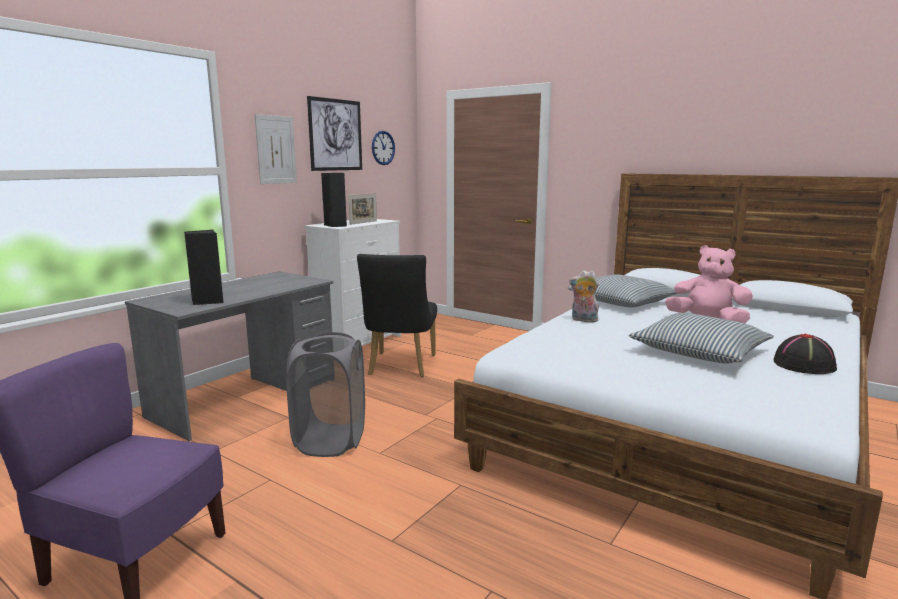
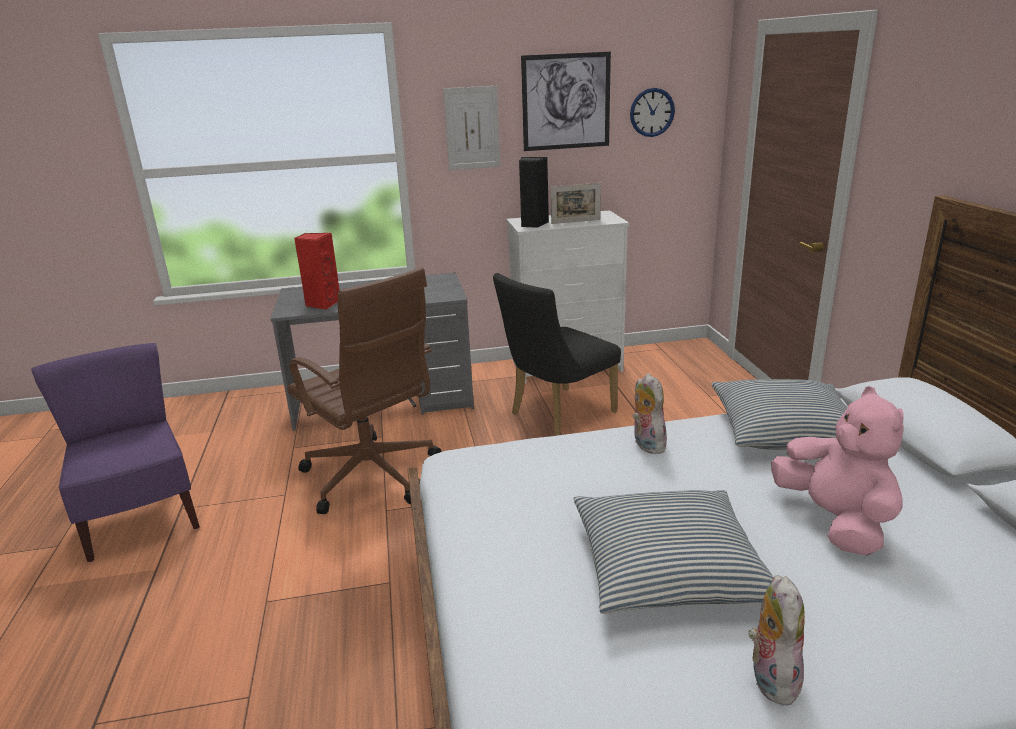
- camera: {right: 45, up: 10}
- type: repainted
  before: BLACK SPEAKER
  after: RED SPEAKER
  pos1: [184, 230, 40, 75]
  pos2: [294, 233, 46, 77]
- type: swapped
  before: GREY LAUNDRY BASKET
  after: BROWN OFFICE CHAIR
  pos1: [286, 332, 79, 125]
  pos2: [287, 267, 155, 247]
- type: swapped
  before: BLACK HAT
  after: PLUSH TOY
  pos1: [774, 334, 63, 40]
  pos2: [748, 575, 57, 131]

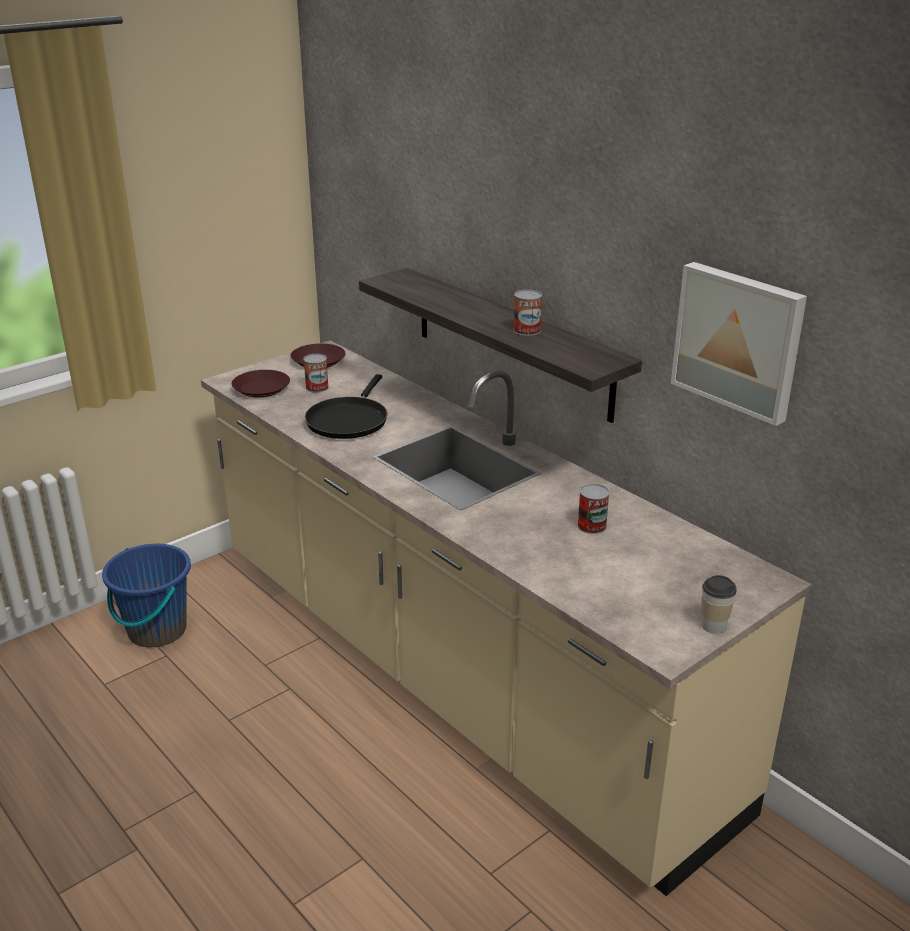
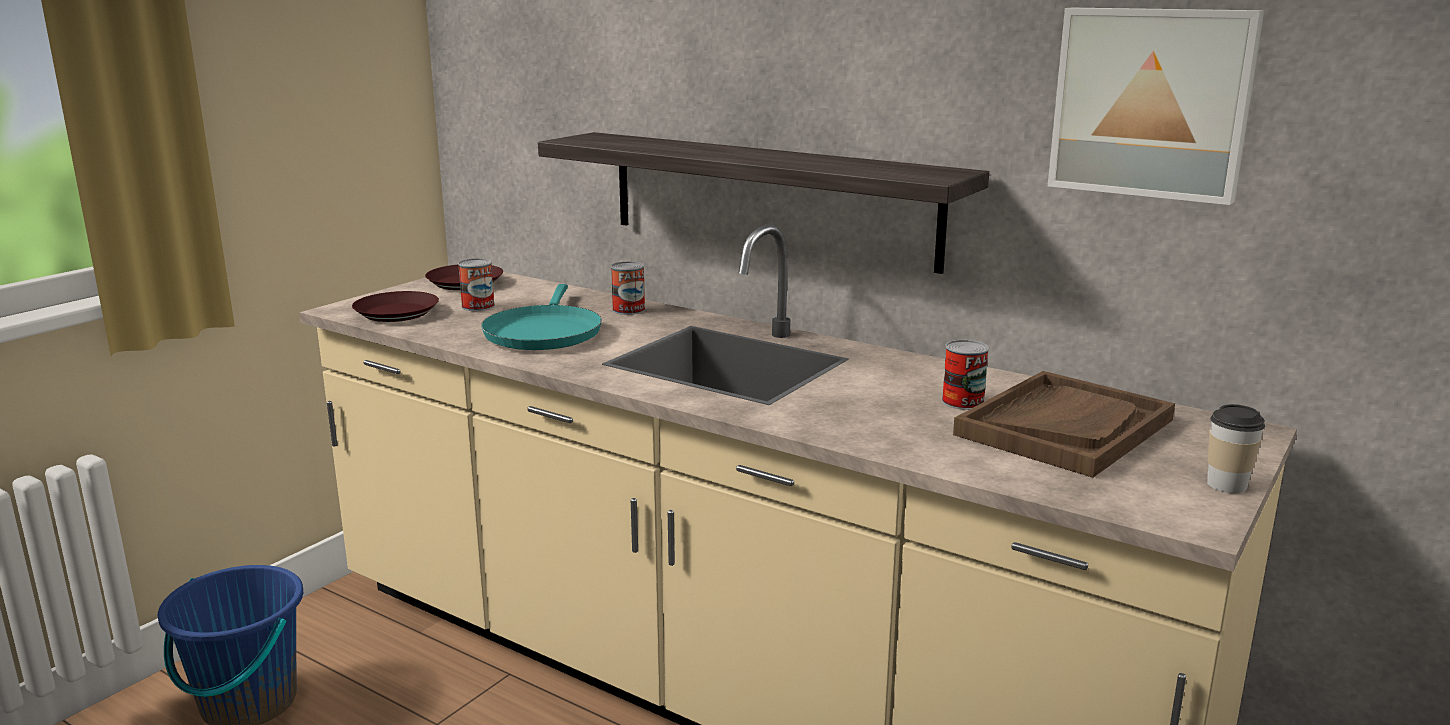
- camera: {right: -15, up: -10}
- type: shifted
  before: CAN
  pos1: [513, 289, 29, 47]
  pos2: [611, 261, 34, 54]
- type: repainted
  before: BLACK FRYING PAN
  after: TURQUOISE FRYING PAN
  pos1: [305, 374, 83, 65]
  pos2: [481, 284, 121, 66]
- type: new
  after: BROWN TRAY
  pos2: [953, 371, 222, 107]

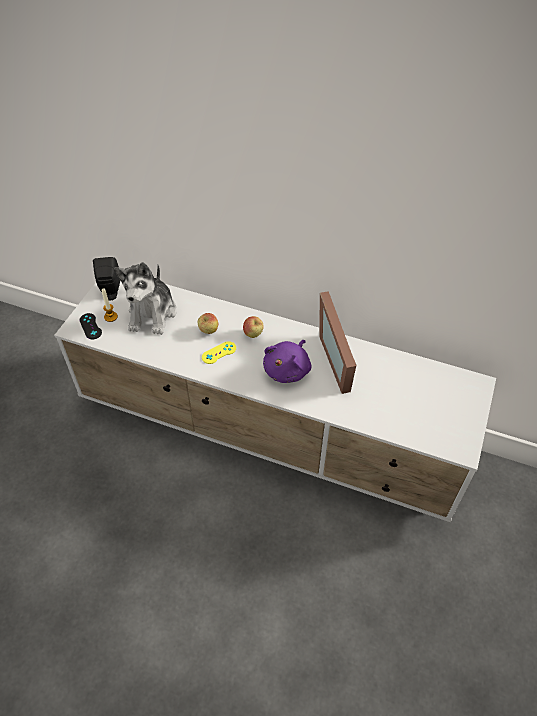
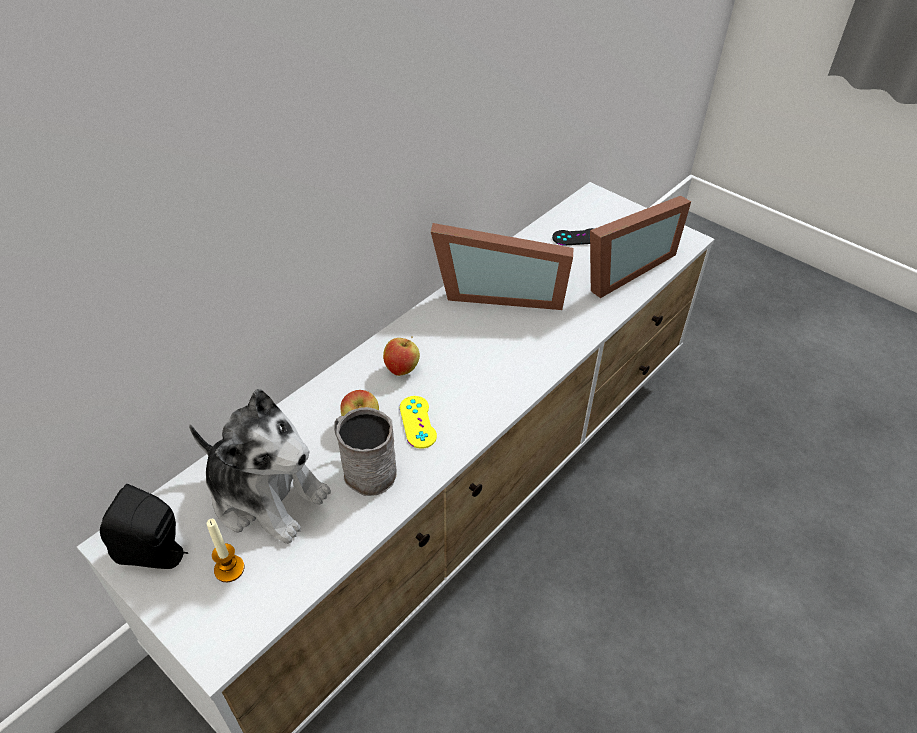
- camera: {right: -70, up: -5}
- type: shifted
  before: BLACK GAME CONTROLLER
  pos1: [80, 313, 22, 27]
  pos2: [552, 228, 43, 18]
- type: gone
  before: PURPLE PLUSH TOY
  pos1: [263, 340, 48, 43]
- type: new
  after: PICTURE FRAME
  pos2: [590, 196, 101, 102]
- type: new
  after: GREY MUG
  pos2: [334, 407, 63, 89]

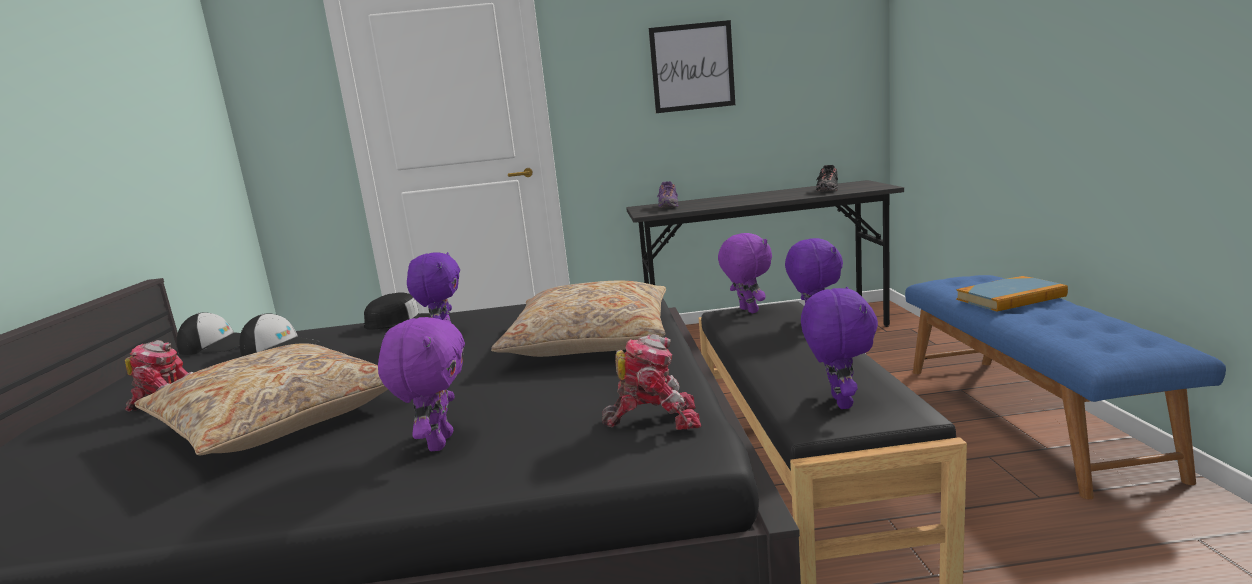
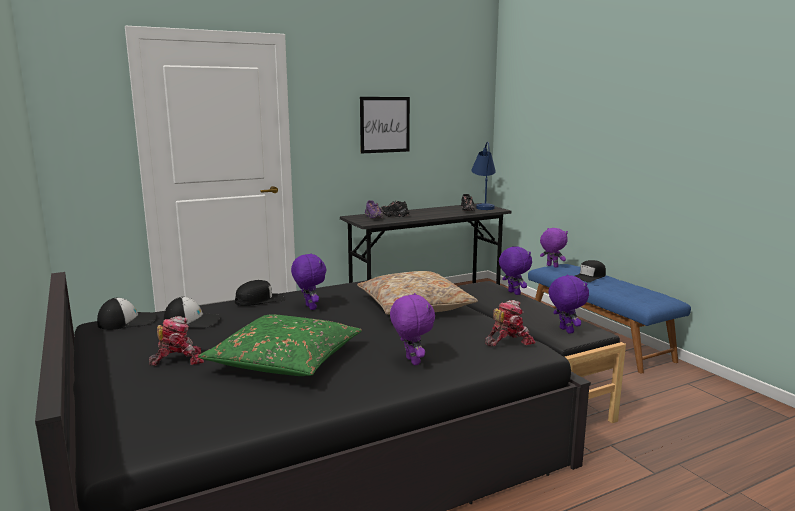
- camera: {right: -25, up: 0}
- type: shifted
  before: PURPLE PLUSH TOY
  pos1: [718, 233, 54, 80]
  pos2: [540, 228, 28, 40]
- type: swapped
  before: BOOK
  after: BLACK CAP
  pos1: [956, 276, 112, 36]
  pos2: [575, 260, 31, 22]
- type: repainted
  before: BEIGE PILLOW
  after: GREEN PILLOW
  pos1: [134, 343, 254, 112]
  pos2: [198, 314, 164, 62]
- type: new
  after: BLUE TABLE LAMP
  pos2: [471, 141, 25, 69]
- type: new
  after: BLACK SHOE
  pos2: [380, 201, 30, 16]

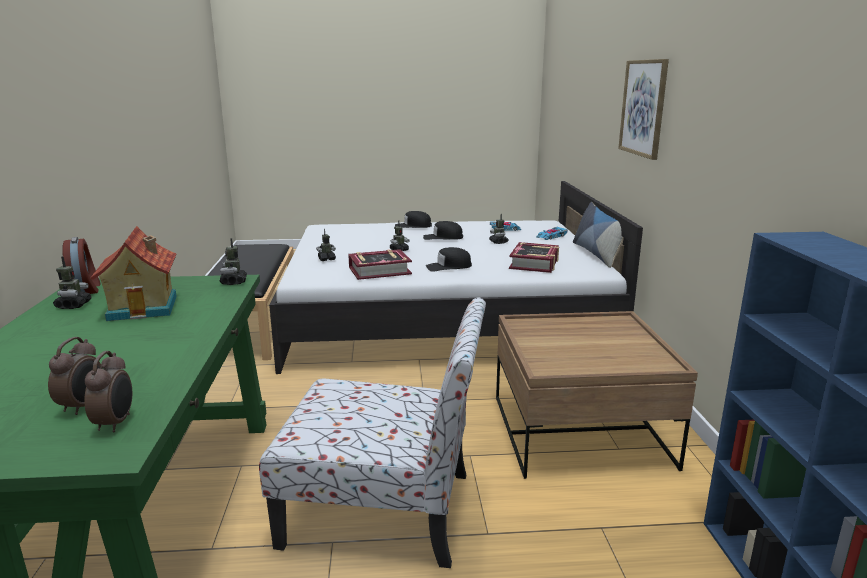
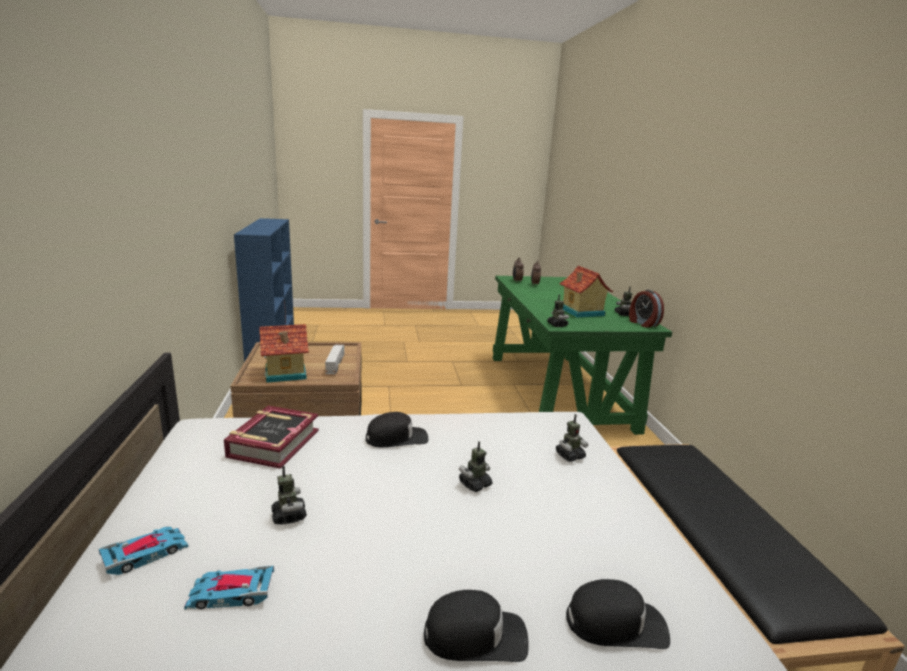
- camera: {right: 175, up: 0}
- type: gone
  before: PICTURE
  pos1: [618, 59, 51, 101]
- type: gone
  before: PILLOW
  pos1: [573, 202, 51, 66]
- type: shifted
  before: BLACK CAP
  pos1: [423, 221, 40, 19]
  pos2: [566, 579, 104, 70]
- type: gone
  before: BOOK
  pos1: [348, 249, 64, 31]
- type: gone
  before: CHAIR
  pos1: [259, 298, 227, 270]
- type: new
  after: TOY HOUSE
  pos2: [259, 324, 50, 59]
- type: new
  after: TOY TRUCK
  pos2: [325, 345, 19, 29]

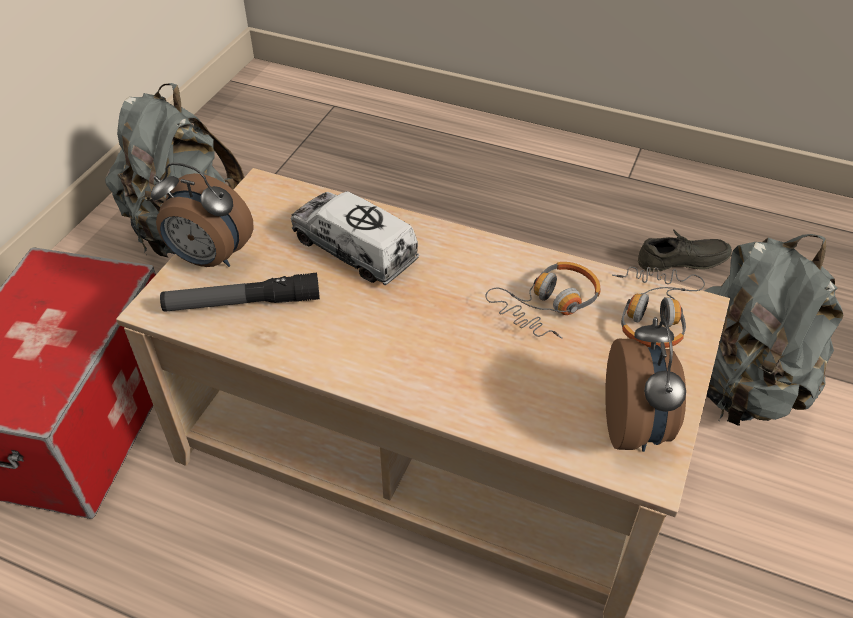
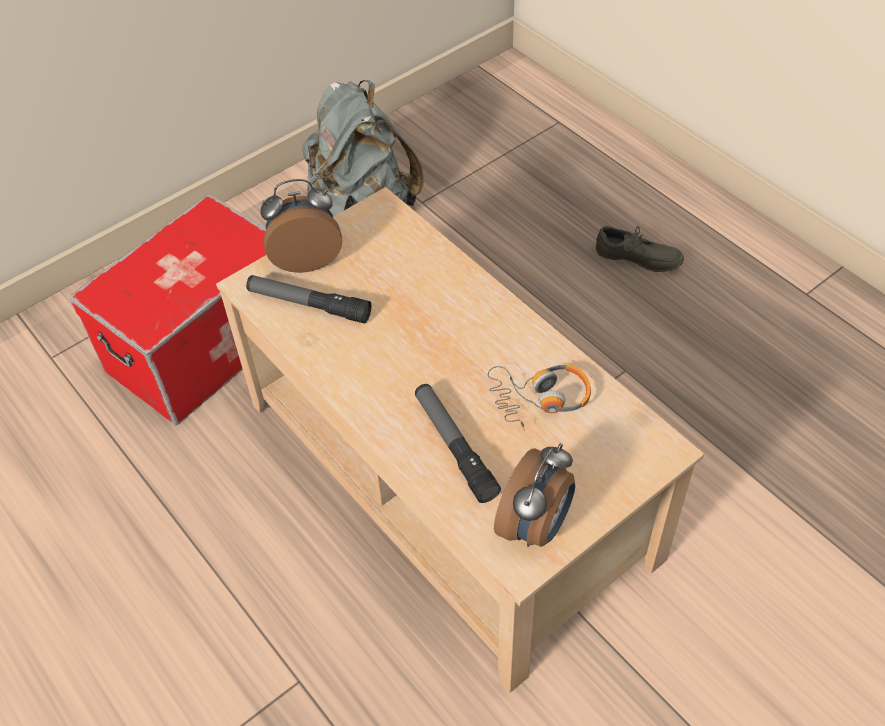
- camera: {right: 30, up: 5}
- type: rotated
  before: ALARM CLOCK
  pos1: [151, 162, 103, 105]
  pos2: [260, 179, 82, 94]
  turn: 120
- type: gone
  before: TOY TRUCK
  pos1: [291, 191, 128, 94]
- type: shifted
  before: GREY SHOE
  pos1: [638, 230, 94, 42]
  pos2: [596, 226, 88, 46]
- type: gone
  before: GREY BACKPACK
  pos1: [704, 234, 139, 192]
- type: gone
  before: HEADPHONES
  pos1: [612, 267, 93, 81]
- type: new
  after: FLASHLIGHT
  pos2: [415, 384, 86, 119]

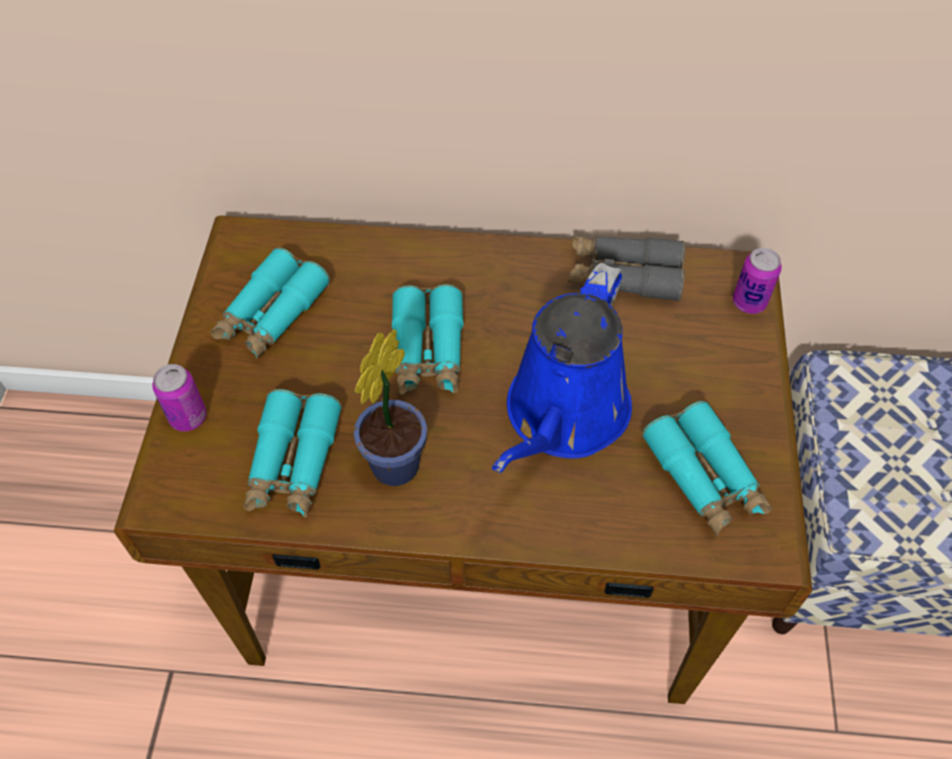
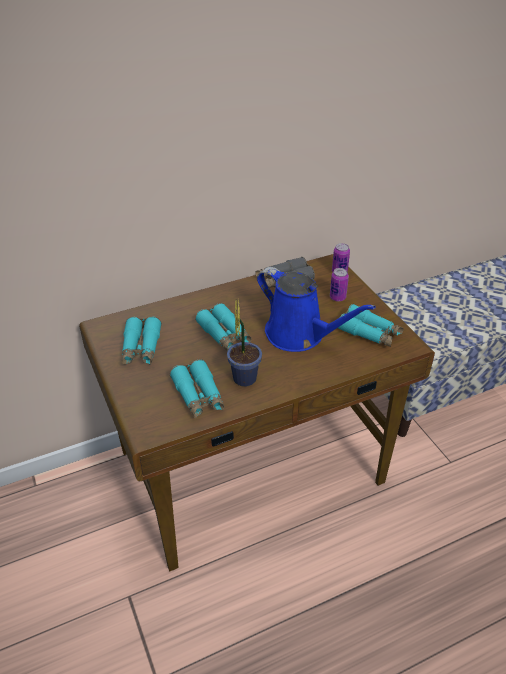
- camera: {right: -30, up: -15}
- type: rotated
  before: BLUE WATERING CAN
  pos1: [492, 263, 140, 210]
  pos2: [257, 267, 119, 85]
  turn: -45
- type: shifted
  before: CAN
  pos1: [152, 364, 54, 67]
  pos2: [330, 268, 19, 34]

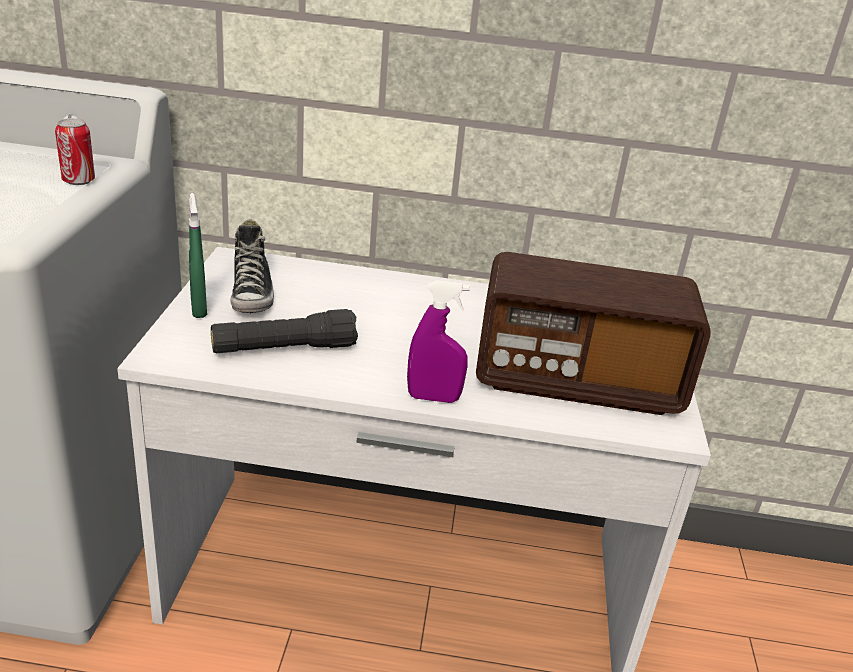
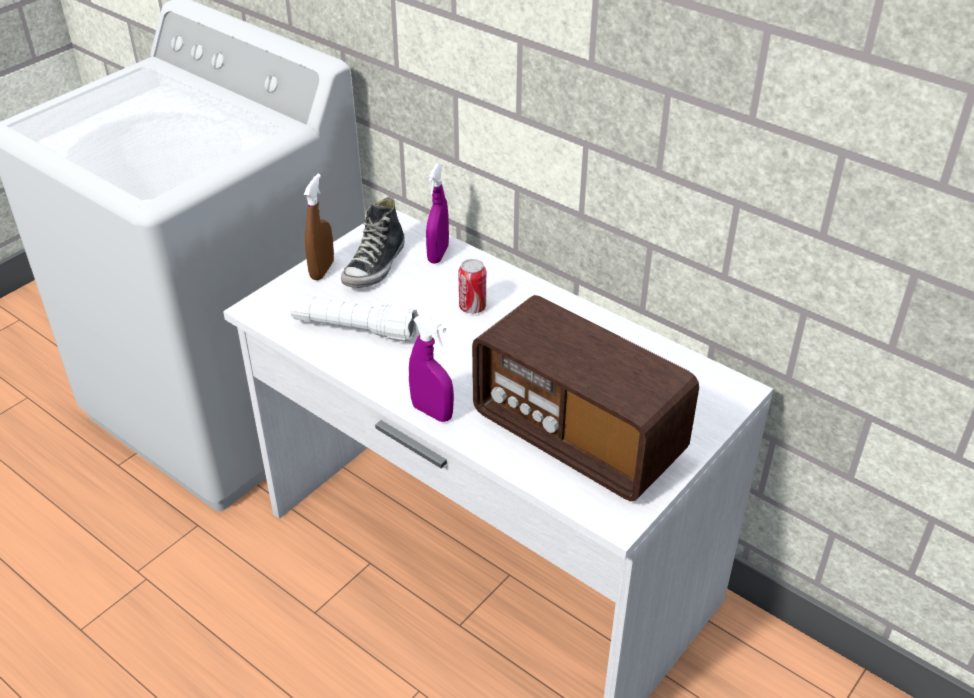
- camera: {right: 35, up: 10}
- type: shifted
  before: CAN
  pos1: [55, 118, 40, 67]
  pos2: [458, 259, 28, 55]
- type: repainted
  before: GREEN SPRAY BOTTLE
  after: BROWN SPRAY BOTTLE
  pos1: [189, 193, 18, 125]
  pos2: [304, 174, 30, 106]
- type: repainted
  before: BLACK FLASHLIGHT
  after: WHITE FLASHLIGHT
  pos1: [211, 309, 147, 44]
  pos2: [290, 294, 129, 48]
- type: new
  after: PURPLE SPRAY BOTTLE
  pos2: [426, 164, 23, 99]

